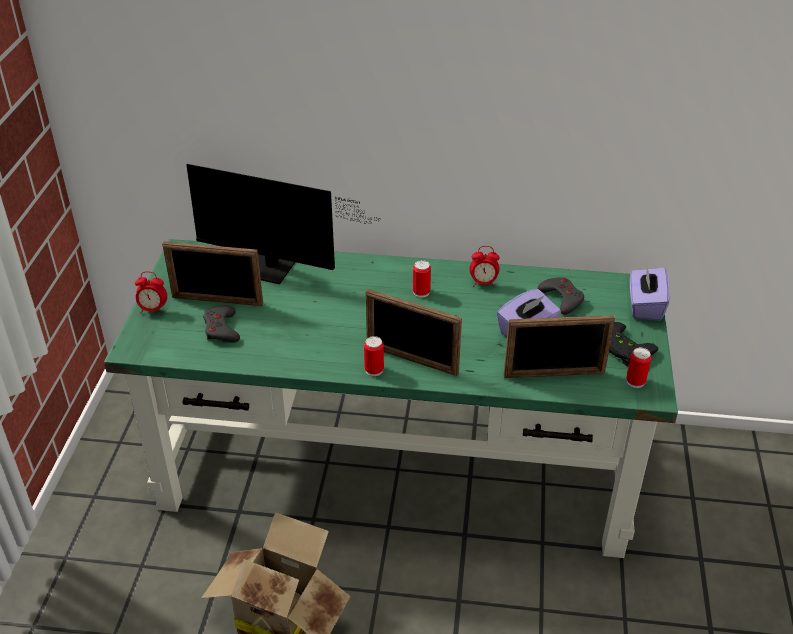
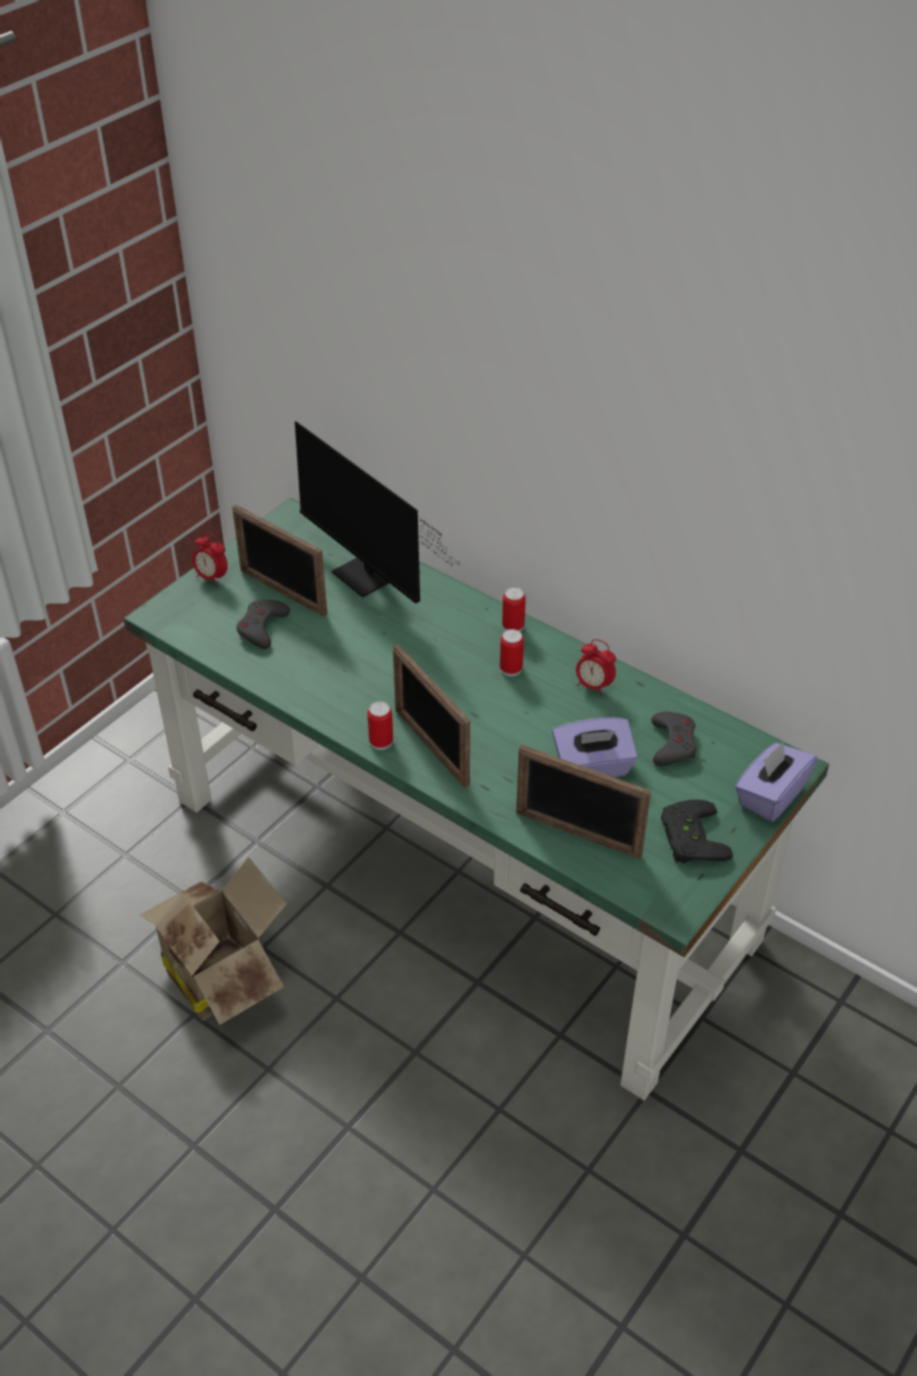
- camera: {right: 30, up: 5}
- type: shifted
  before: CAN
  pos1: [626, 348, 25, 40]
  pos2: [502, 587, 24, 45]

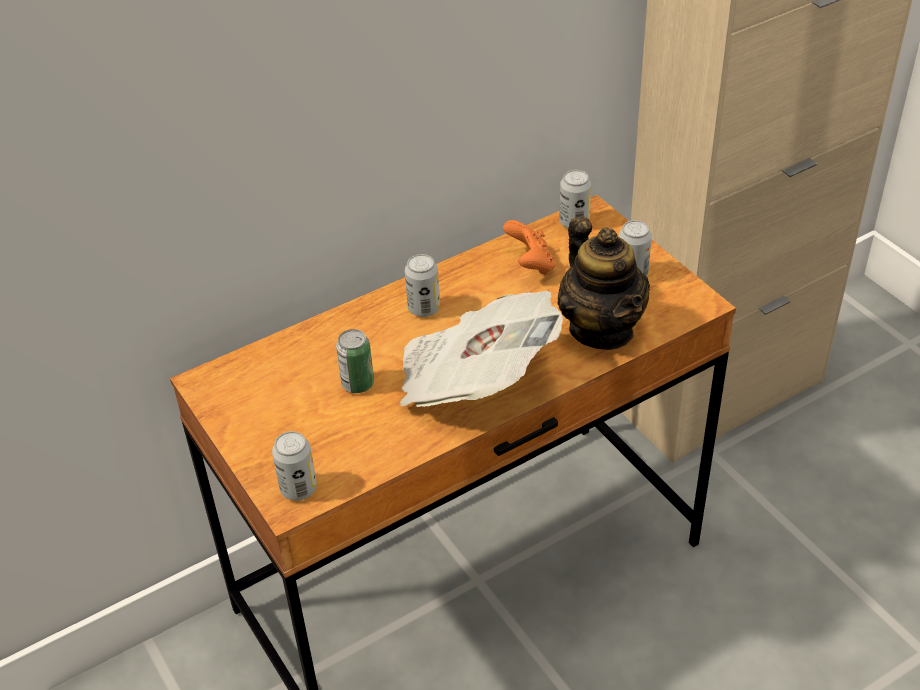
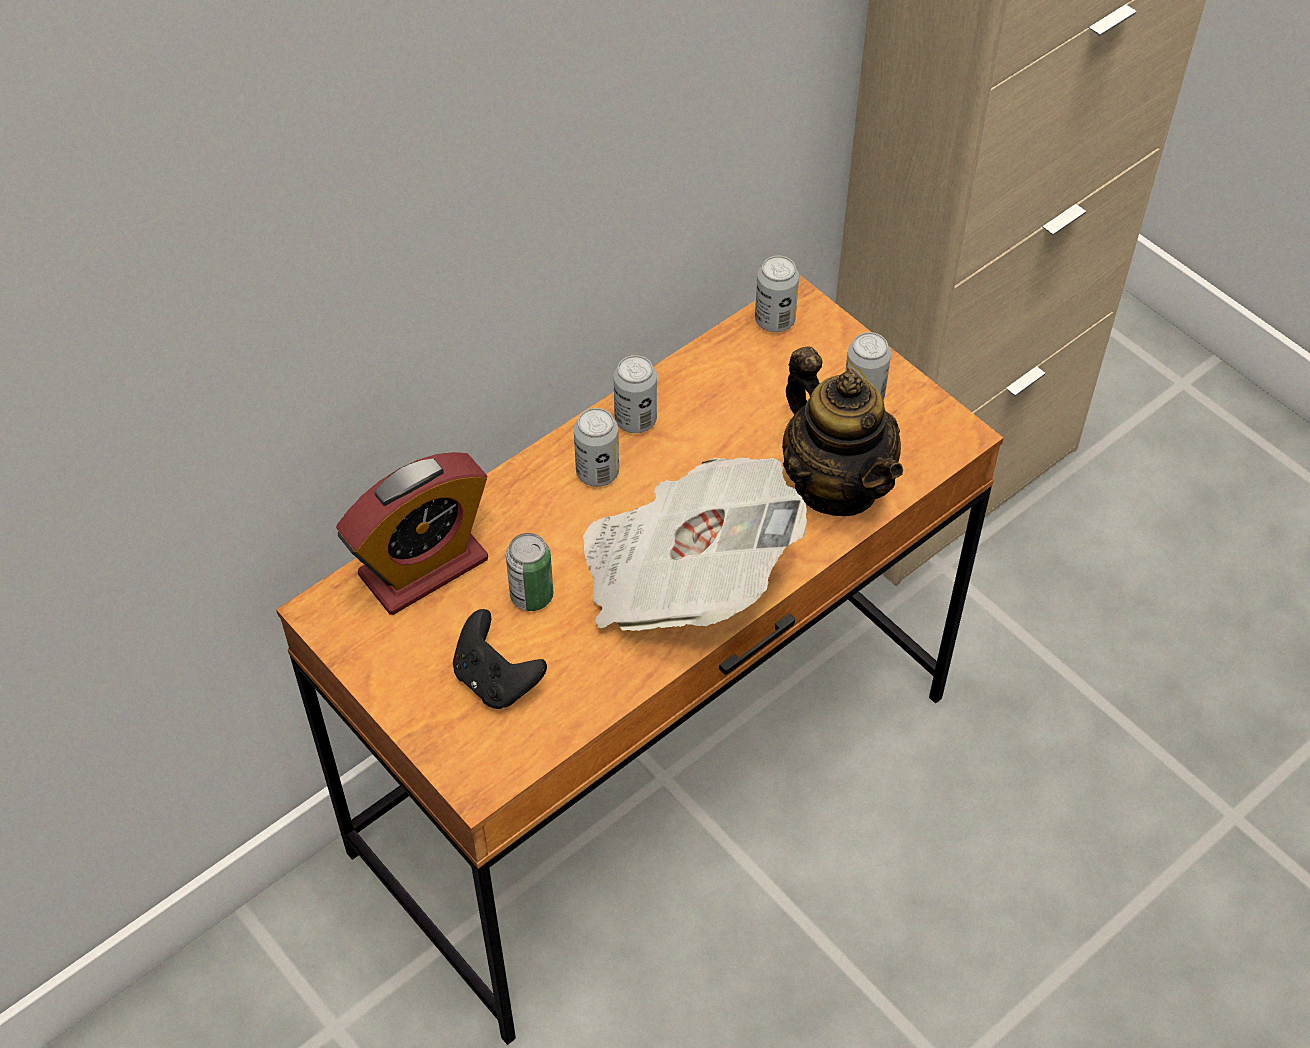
- camera: {right: -10, up: 10}
- type: gone
  before: ORANGE GAME CONTROLLER
  pos1: [503, 220, 53, 55]
- type: shifted
  before: CAN
  pos1: [272, 431, 45, 70]
  pos2: [614, 355, 43, 78]
- type: new
  after: ALARM CLOCK
  pos2: [336, 452, 152, 163]
- type: new
  after: BLACK GAME CONTROLLER
  pos2: [453, 609, 94, 100]

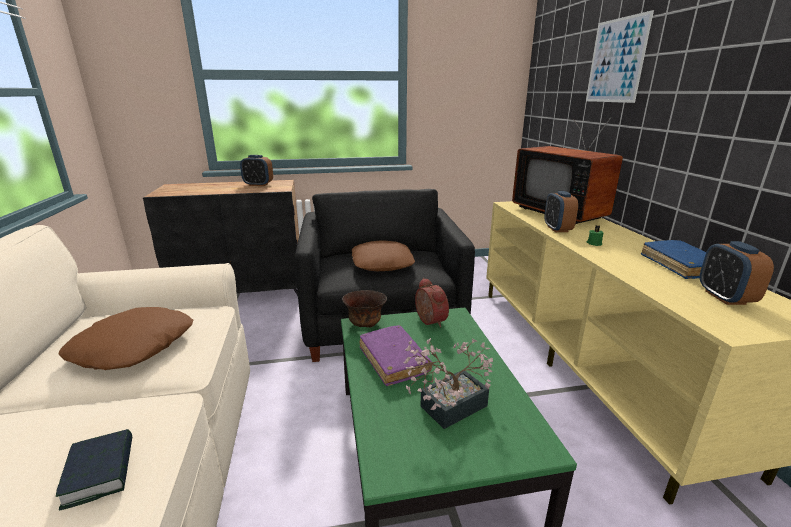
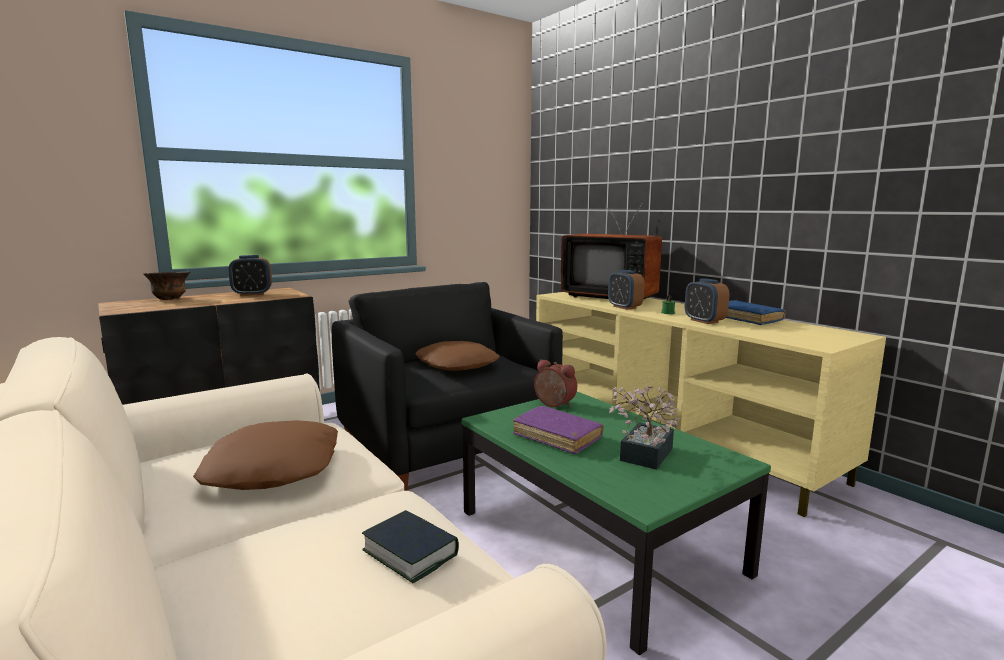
- camera: {right: -25, up: -10}
- type: gone
  before: PICTURE
  pos1: [586, 10, 68, 93]
- type: shifted
  before: ALARM CLOCK
  pos1: [700, 241, 74, 64]
  pos2: [685, 278, 44, 46]
- type: shifted
  before: BROWN BOWL
  pos1: [342, 290, 45, 38]
  pos2: [143, 272, 47, 28]

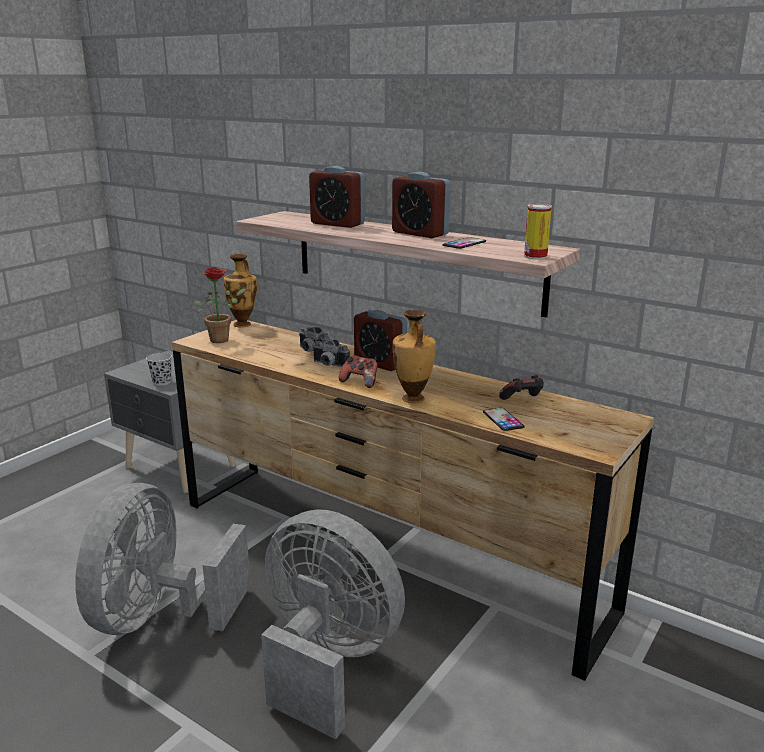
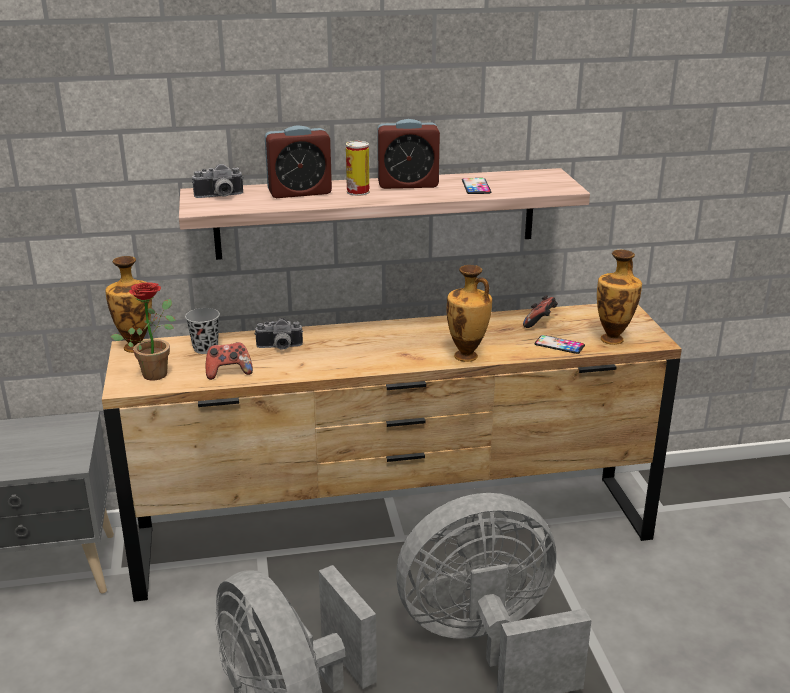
- camera: {right: -45, up: 5}
- type: shifted
  before: CAN
  pos1: [524, 204, 28, 55]
  pos2: [346, 141, 23, 55]
- type: gone
  before: ALARM CLOCK
  pos1: [354, 310, 53, 61]
- type: shifted
  before: PHOTO CAMERA
  pos1: [312, 340, 38, 27]
  pos2: [192, 164, 52, 34]
- type: shifted
  before: BLACK CUP
  pos1: [146, 353, 26, 33]
  pos2: [185, 308, 35, 46]
- type: shifted
  before: GAME CONTROLLER
  pos1: [339, 355, 39, 33]
  pos2: [206, 342, 47, 38]
- type: new
  after: VASE
  pos2: [597, 249, 45, 96]

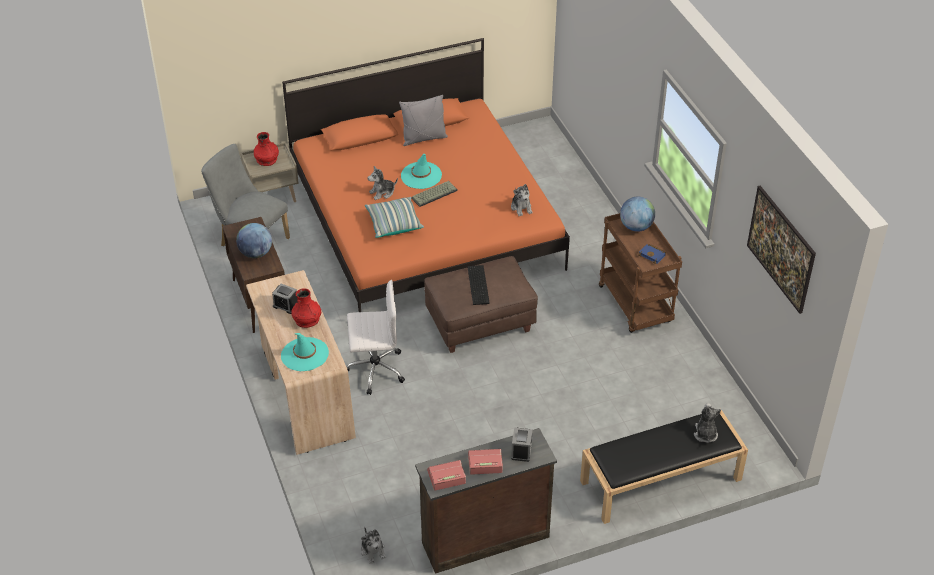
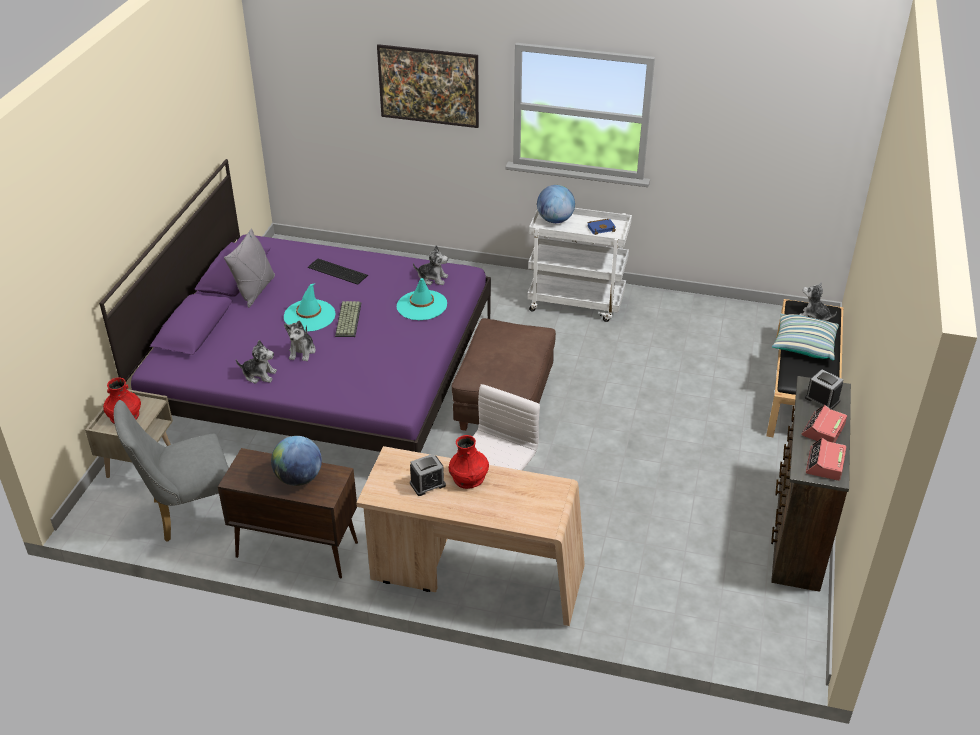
- camera: {right: -55, up: -5}
- type: repainted
  before: ORANGE BED
  after: PURPLE BED
  pos1: [282, 38, 288, 274]
  pos2: [99, 159, 392, 294]
- type: shifted
  before: PICTURE
  pos1: [747, 186, 69, 128]
  pos2: [377, 44, 102, 84]
- type: shifted
  before: PILLOW
  pos1: [365, 197, 59, 41]
  pos2: [772, 313, 67, 48]
- type: repainted
  before: BROWN CART
  after: WHITE CART
  pos1: [599, 213, 83, 120]
  pos2: [527, 208, 105, 114]
- type: shifted
  before: KEYBOARD
  pos1: [468, 265, 22, 40]
  pos2: [308, 259, 60, 26]
- type: shifted
  before: TURQUOISE HAT
  pos1: [281, 333, 48, 38]
  pos2: [397, 278, 50, 42]
- type: shifted
  before: PLUSH TOY
  pos1: [360, 528, 26, 36]
  pos2: [236, 340, 41, 43]

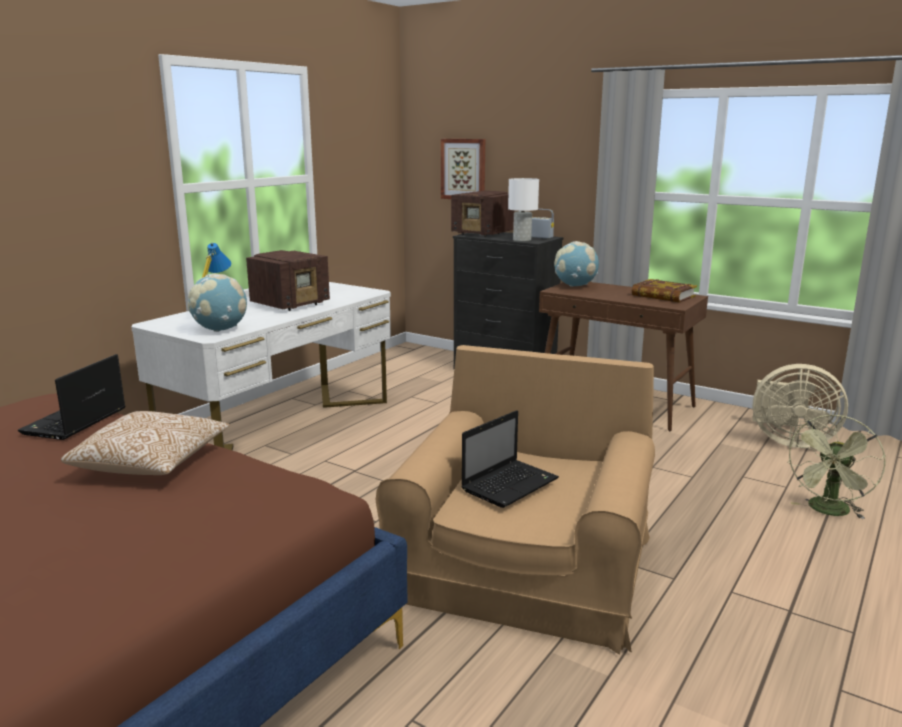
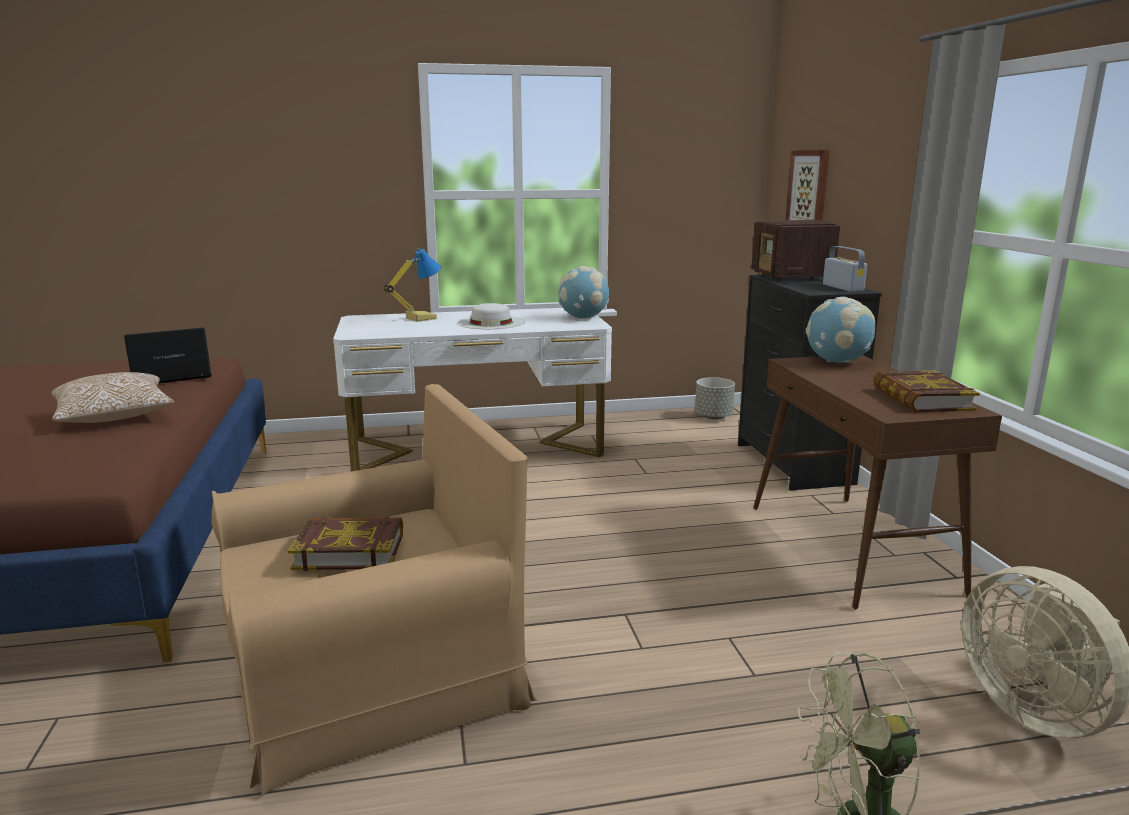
- camera: {right: 45, up: 0}
- type: gone
  before: WHITE TABLE LAMP
  pos1: [508, 178, 31, 64]
- type: swapped
  before: RADIO
  after: WHITE HAT
  pos1: [246, 250, 84, 61]
  pos2: [457, 303, 68, 26]
- type: shifted
  before: GLOBE
  pos1: [188, 274, 59, 58]
  pos2: [558, 266, 51, 53]
- type: swapped
  before: LAPTOP
  after: BOOK
  pos1: [461, 410, 98, 98]
  pos2: [288, 516, 115, 55]
- type: new
  after: GREY PLANTER
  pos2: [695, 377, 40, 42]

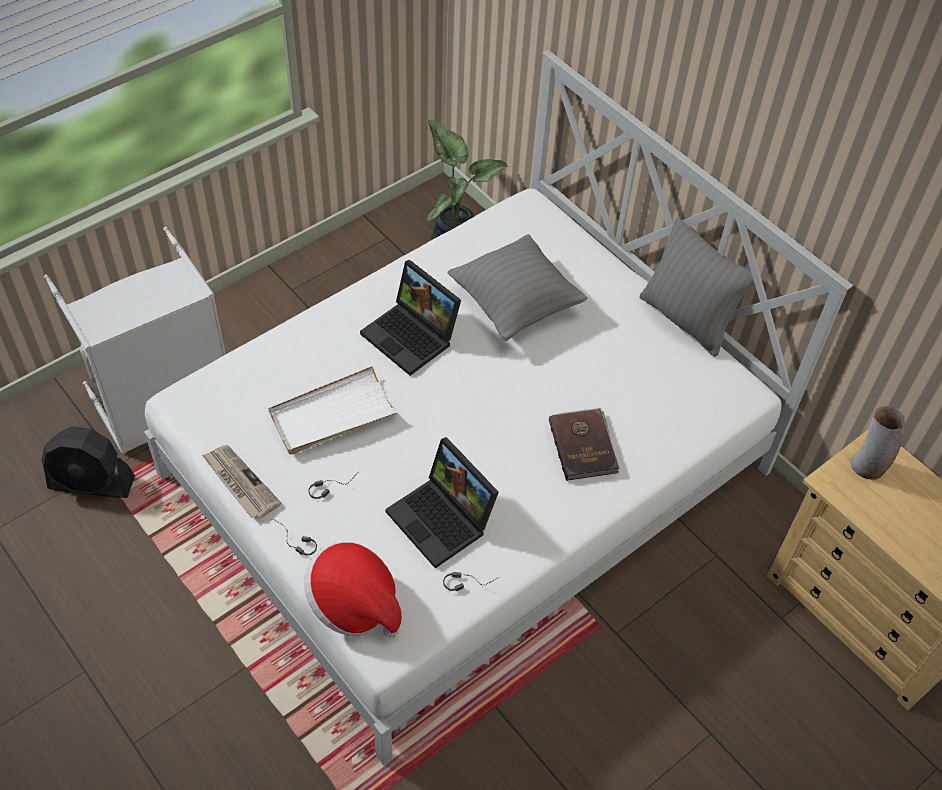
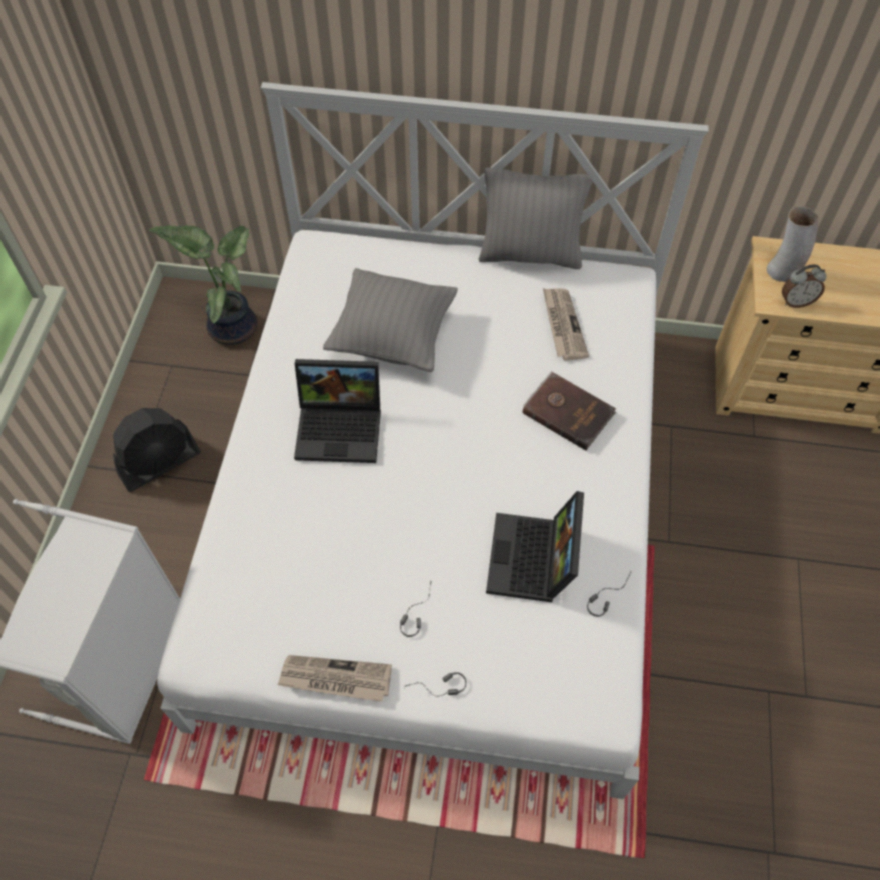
- camera: {right: -40, up: 5}
- type: gone
  before: WHITE TRAY
  pos1: [268, 366, 131, 88]
- type: shifted
  before: BLACK FAN
  pos1: [41, 426, 94, 72]
  pos2: [113, 408, 88, 84]
- type: rotated
  before: LAPTOP
  pos1: [385, 437, 114, 131]
  pos2: [486, 491, 98, 111]
  turn: 90
- type: gone
  before: HAT
  pos1: [304, 542, 98, 96]
- type: new
  after: ALARM CLOCK
  pos2: [782, 265, 44, 43]
- type: new
  after: NEWSPAPER
  pos2: [543, 288, 46, 73]

